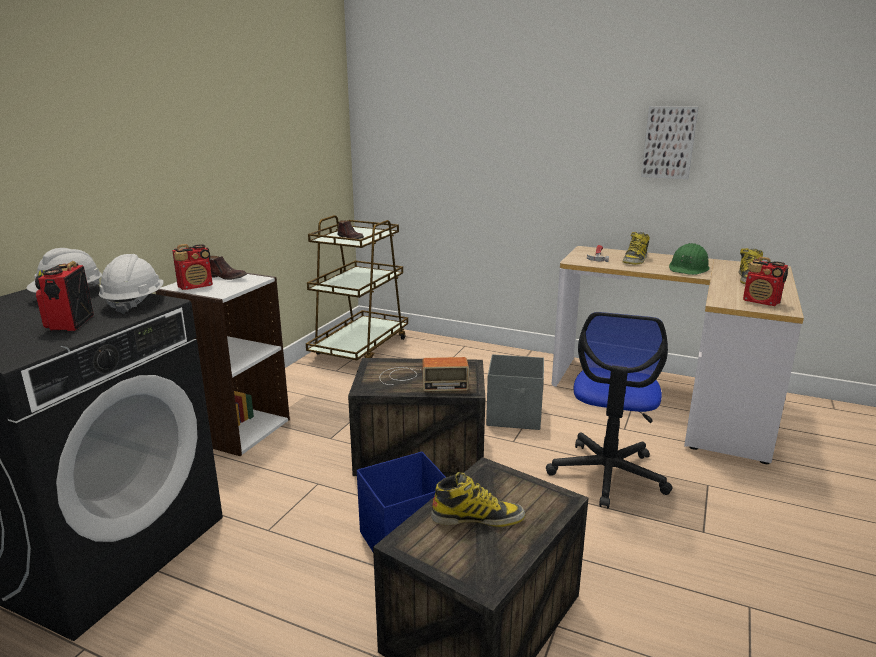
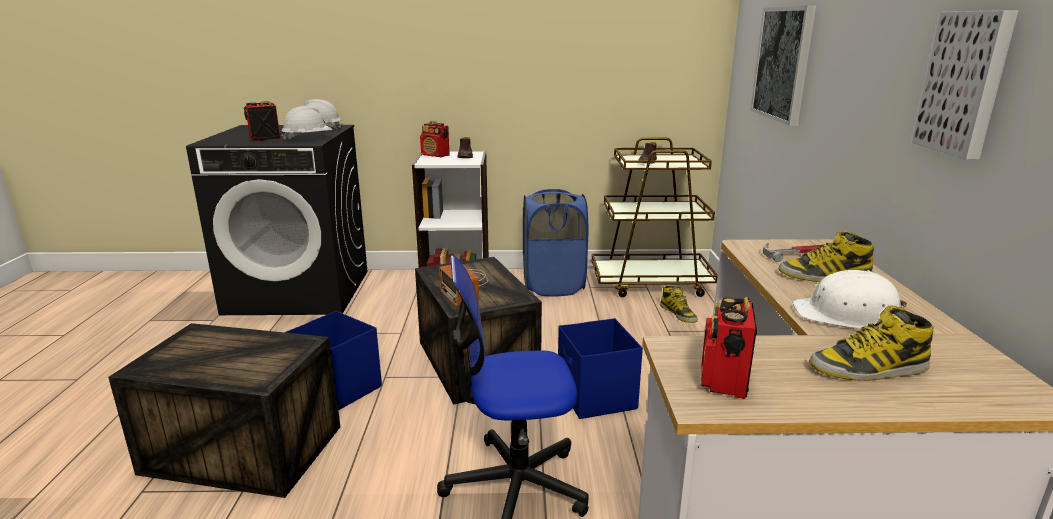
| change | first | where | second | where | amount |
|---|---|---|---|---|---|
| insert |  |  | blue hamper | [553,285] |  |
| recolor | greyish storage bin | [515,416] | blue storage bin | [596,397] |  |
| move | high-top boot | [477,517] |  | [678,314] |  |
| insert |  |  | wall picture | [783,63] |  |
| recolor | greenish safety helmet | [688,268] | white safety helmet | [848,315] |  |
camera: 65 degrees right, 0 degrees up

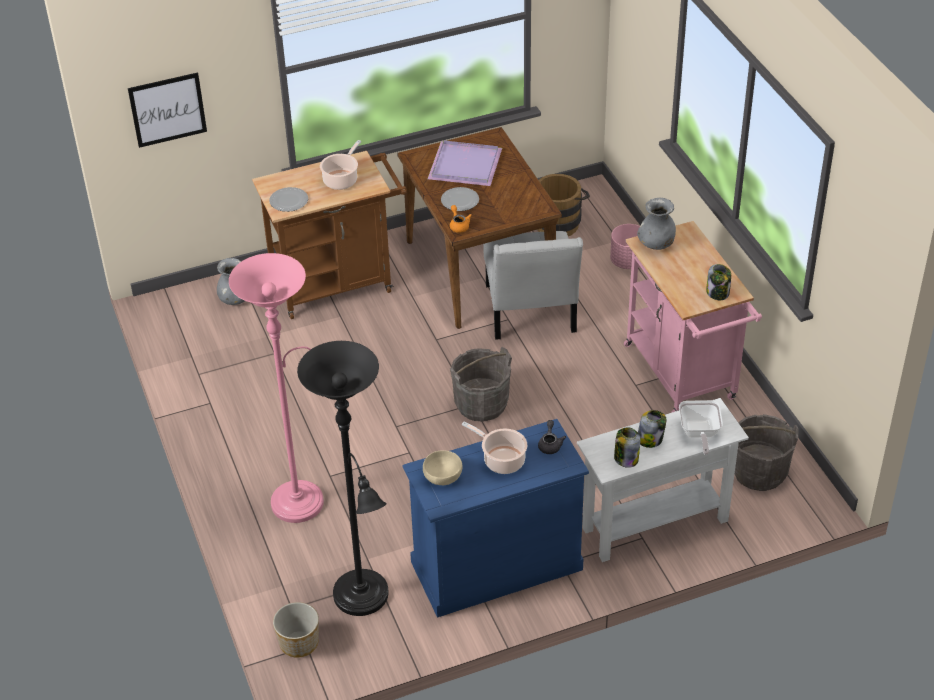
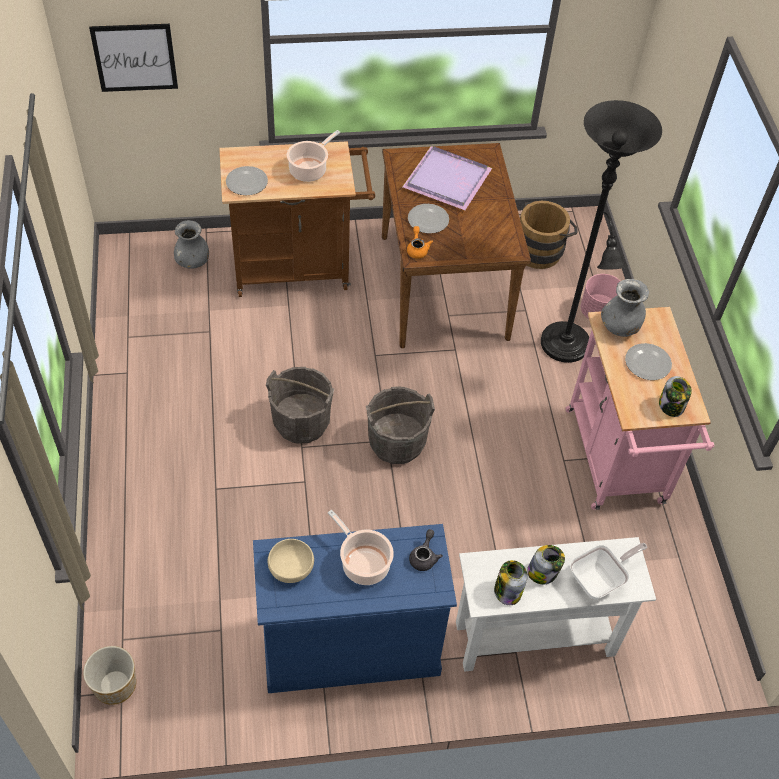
| change | first | where | second | where | amount |
|---|---|---|---|---|---|
| move | greyish bucket | [759,471] |  | [301,422] |  |
| move | black-coloured standing lamp | [364,599] |  | [567,348] |  |
| rotate | frying pan | [699,434] |  | [600,579] | 135 degrees counterclockwise |
| insert |  |  | dinner plate | [648,363] |  |
| delete | pink standing lamp | [304,500] |  |  |  |
| delete | white upright chair | [530,313] |  |  |  |
camera: 10 degrees right, 10 degrees up

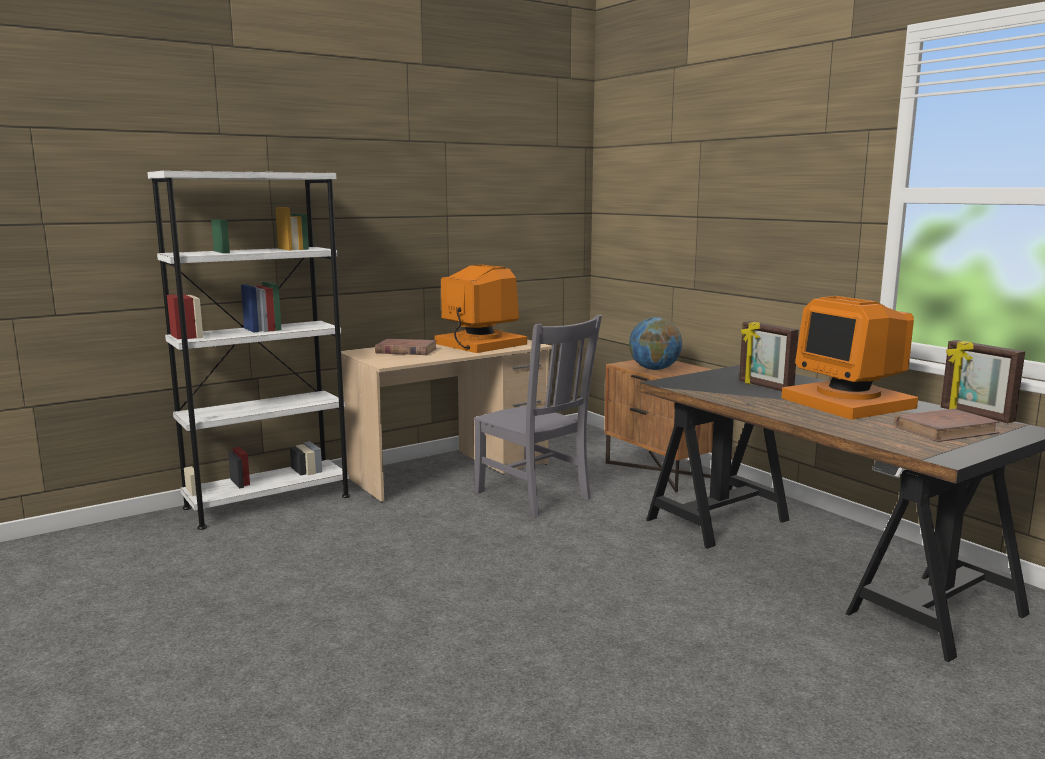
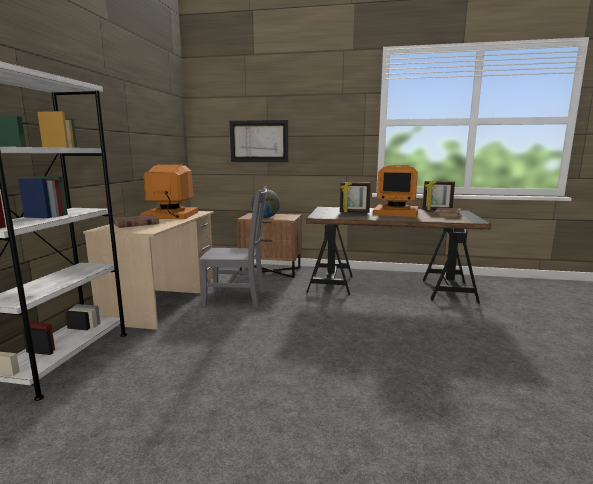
| change | first | where | second | where | amount |
|---|---|---|---|---|---|
| insert |  |  | wall picture | [259,141] |  |
camera: 45 degrees left, 0 degrees up

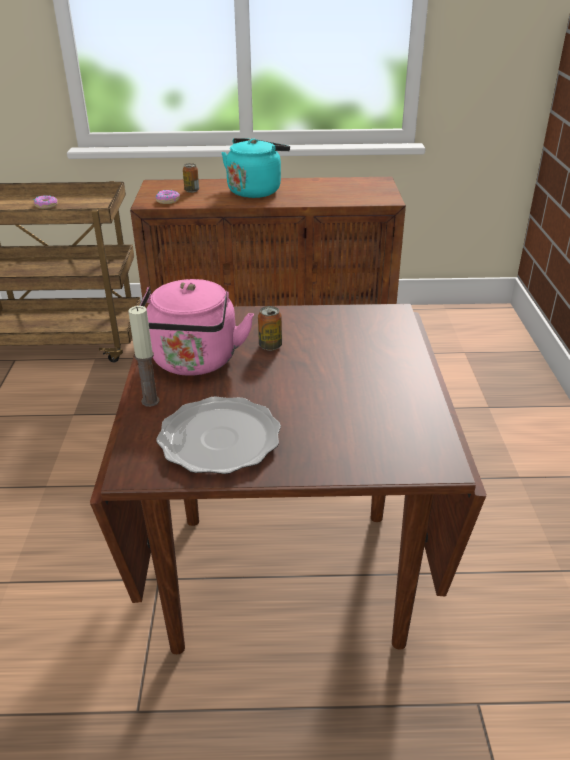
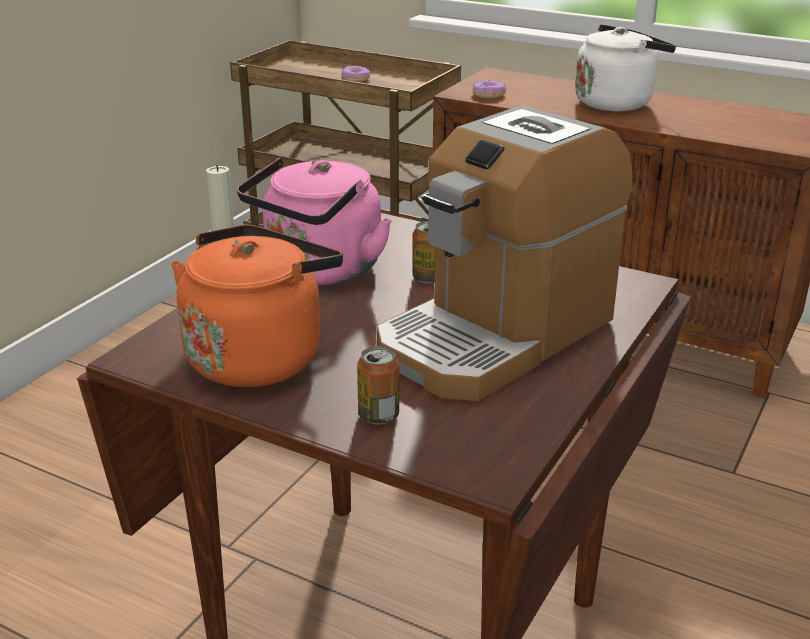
| change | first | where | second | where | amount |
|---|---|---|---|---|---|
| replace | dinner plate | [220,439] | orangey water kettle | [259,356] |  |
| move | can | [191,190] |  | [378,416] |  |
| insert |  |  | coffee maker | [496,335] |  |
| recolor | turquoise-coloured water kettle | [256,190] | white water kettle | [616,102] |  |
camera: 30 degrees right, 5 degrees down

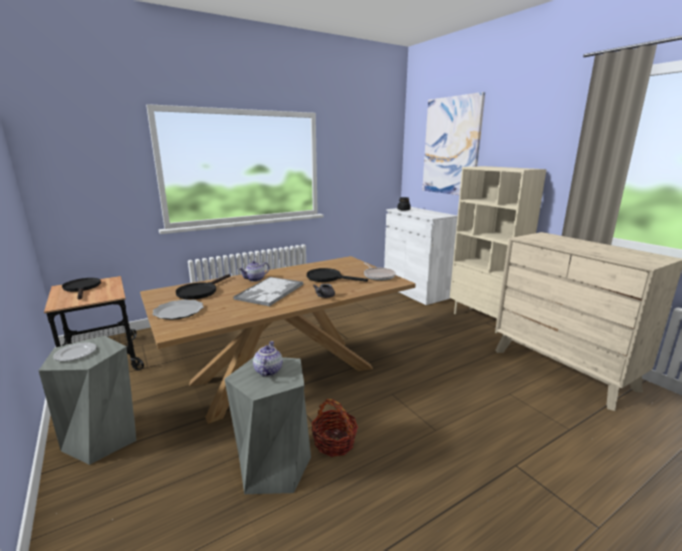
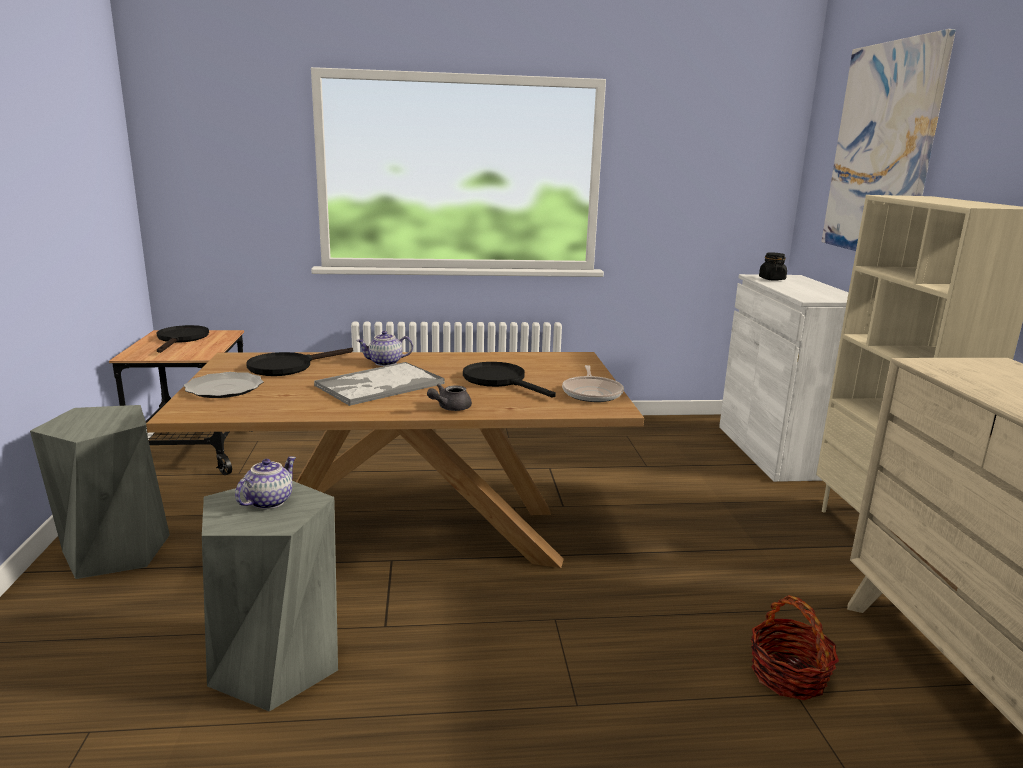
| change | first | where | second | where | amount |
|---|---|---|---|---|---|
| move | storage basket | [334,442] |  | [788,675] |  |
| delete | dinner plate | [75,354] |  |  |  |
camera: 25 degrees right, 0 degrees up

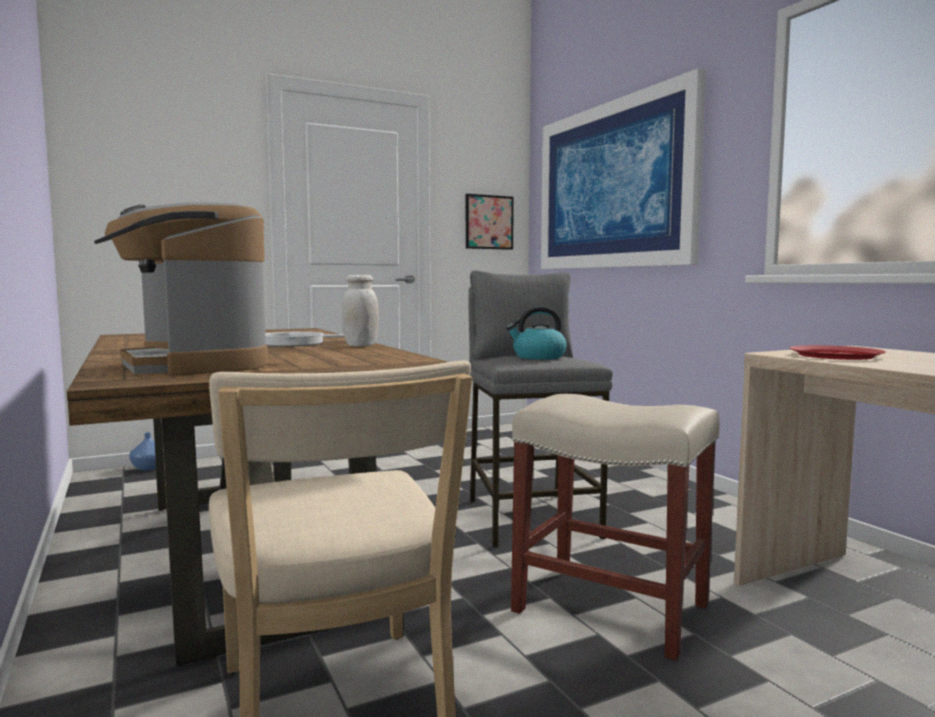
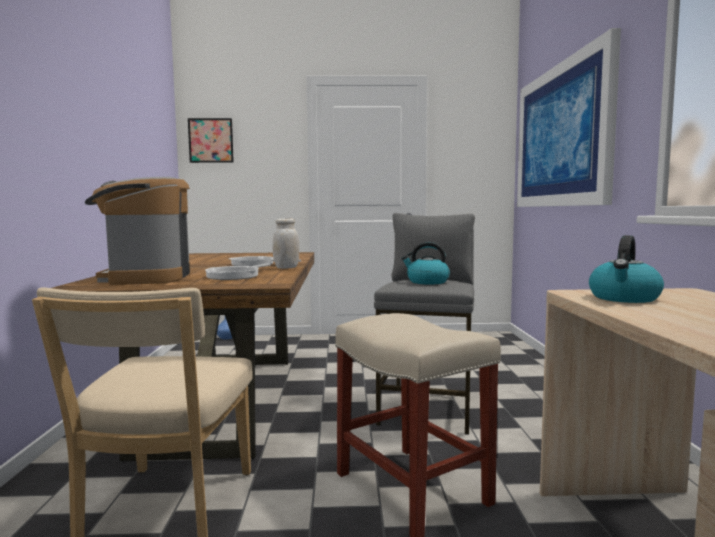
| change | first | where | second | where | amount |
|---|---|---|---|---|---|
| move | wall picture | [489,222] |  | [211,140] |  |
| insert |  |  | frying pan | [235,276] |  |
| replace | red-coloured dinner plate | [835,355] | water kettle | [624,298] |  |
camera: 25 degrees right, 0 degrees up

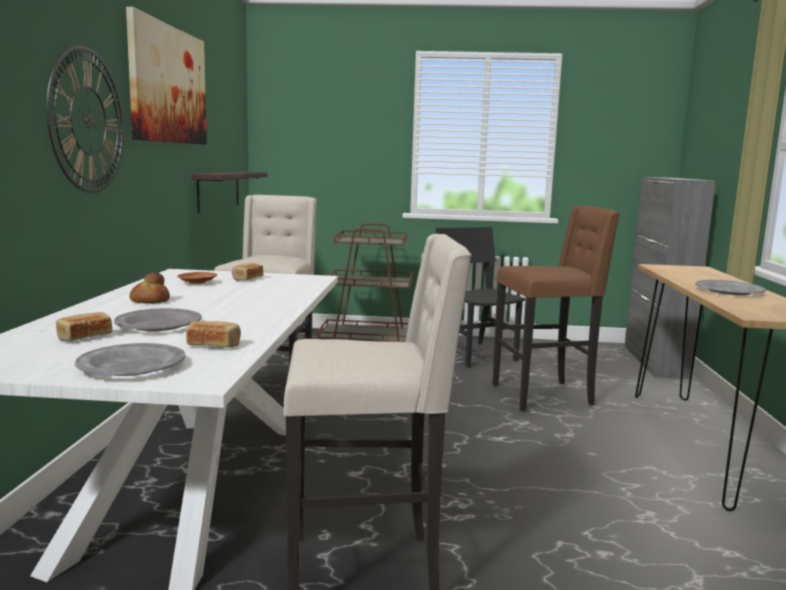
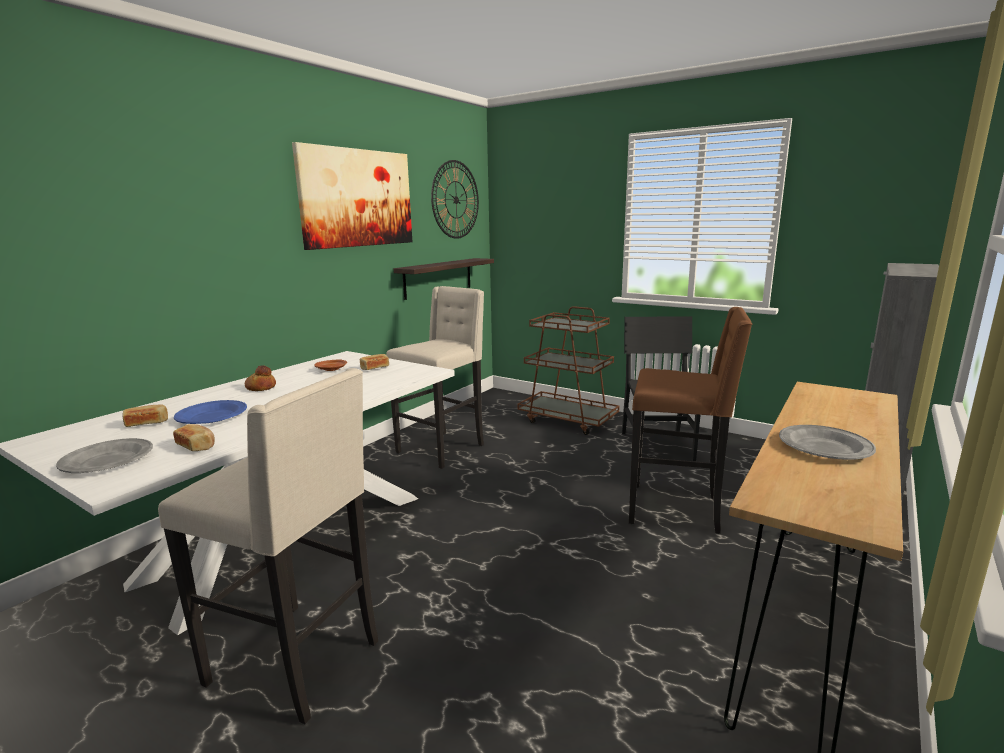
| change | first | where | second | where | amount |
|---|---|---|---|---|---|
| recolor | greyish dinner plate | [159,325] | blue dinner plate | [212,416] |  |
| move | clock on the wall | [88,121] |  | [455,200] |  |
camera: 30 degrees right, 5 degrees up

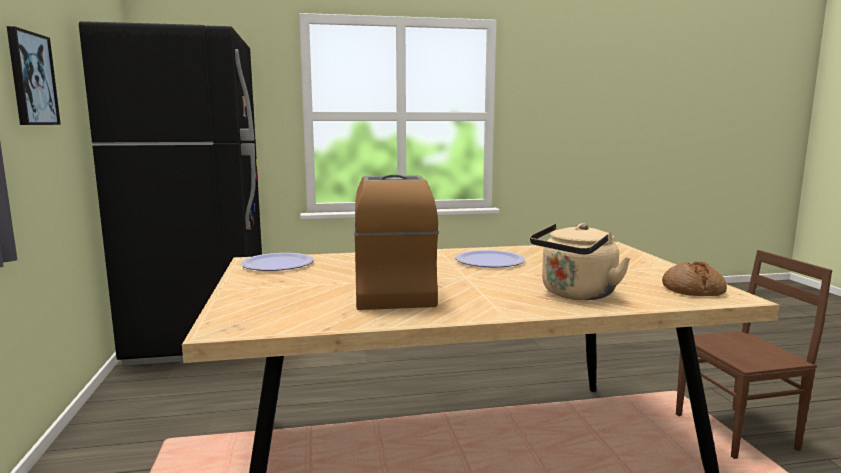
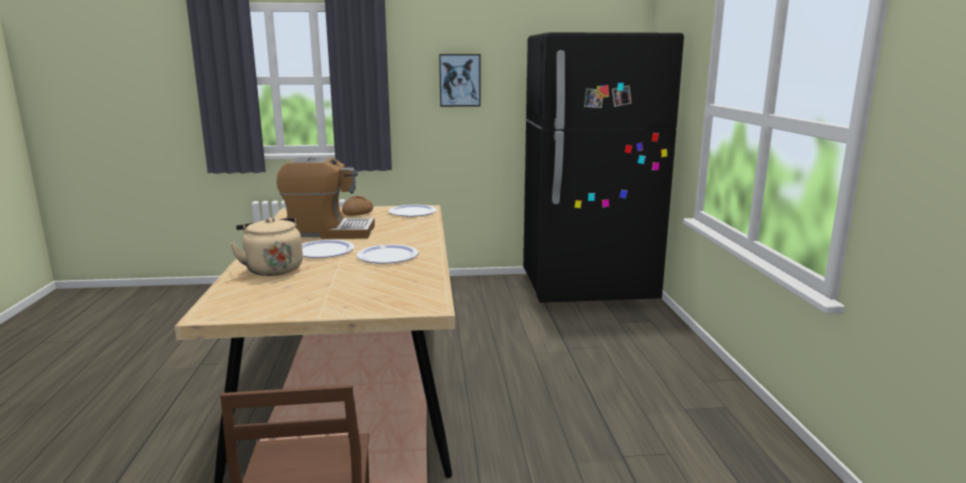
| change | first | where | second | where | amount |
|---|---|---|---|---|---|
| insert |  |  | dinner plate | [324,250] |  |
| move | baked bread | [692,290] |  | [357,212] |  |
camera: 95 degrees right, 5 degrees up

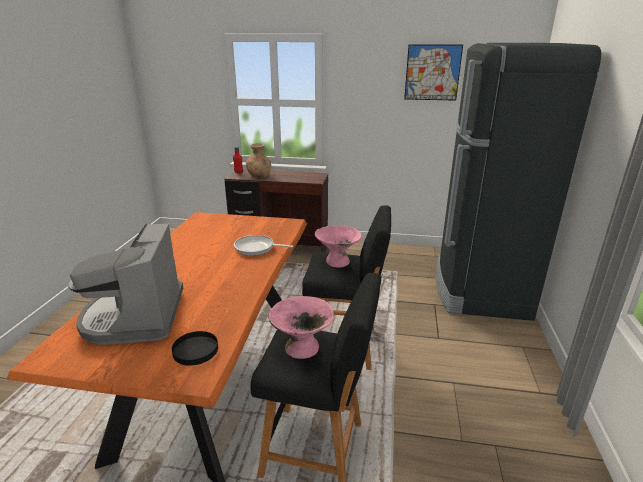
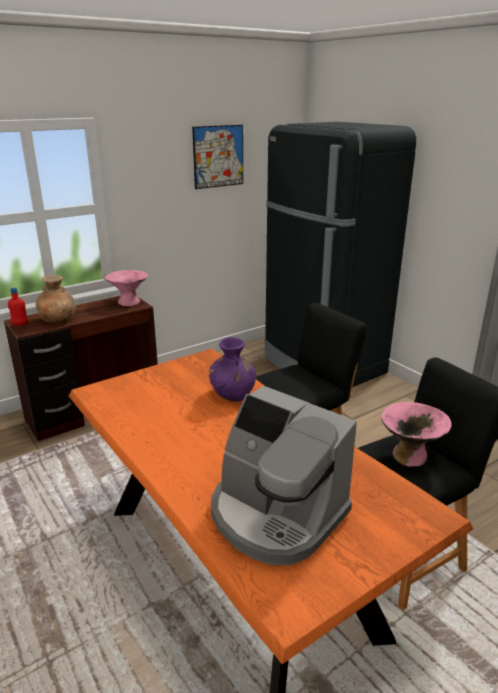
| change | first | where | second | where | amount |
|---|---|---|---|---|---|
| move | pink serving bowl | [337,261] |  | [129,302] |  |
| replace | frying pan | [256,248] | purple decorative vase | [233,394] |  |
| delete | black-coloured dinner plate | [196,350] |  |  |  |
camera: 45 degrees left, 0 degrees up

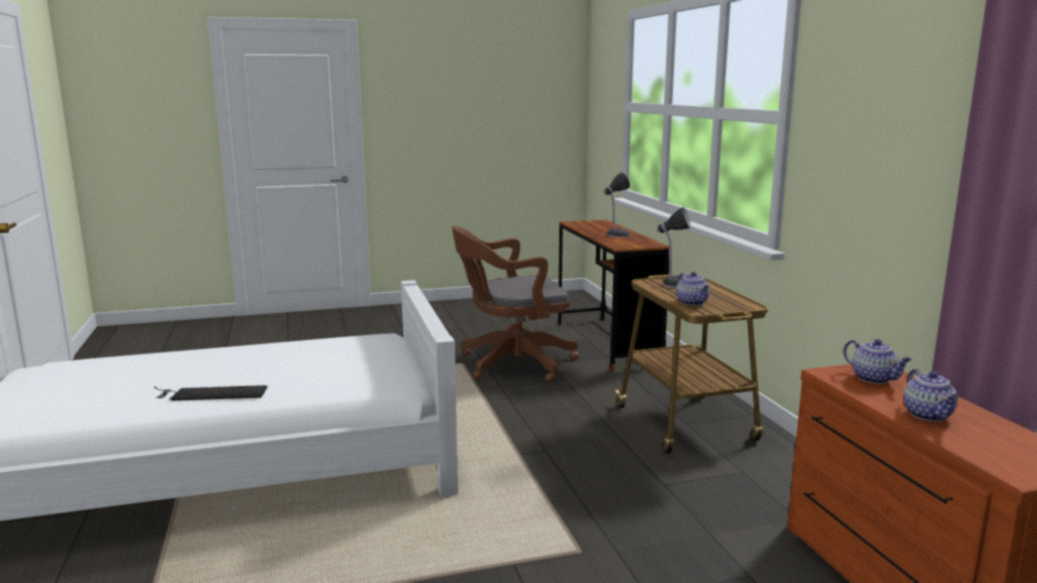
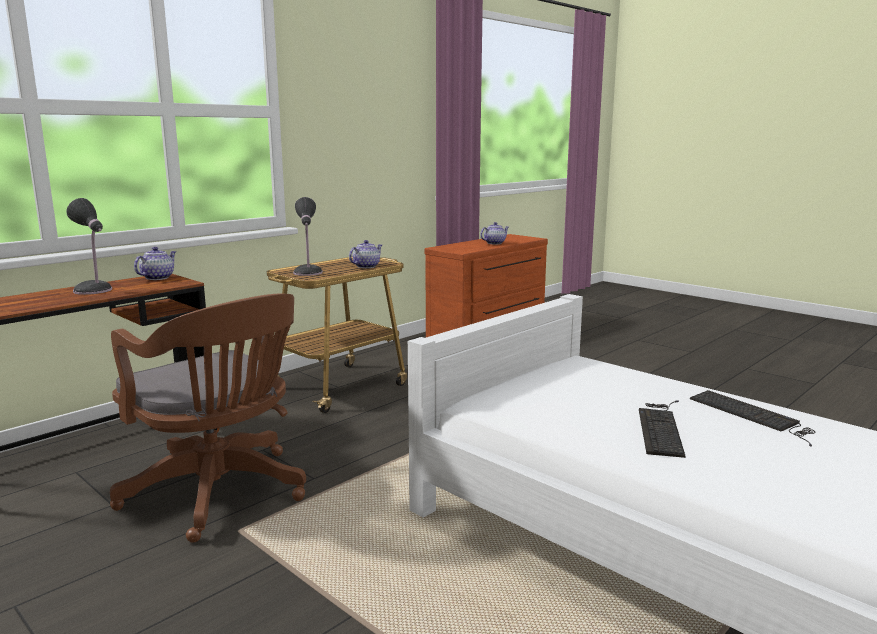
| change | first | where | second | where | amount |
|---|---|---|---|---|---|
| move | teapot | [874,379] |  | [158,278] |  |
| insert |  |  | keyboard | [660,427] |  |
camera: 120 degrees left, 0 degrees up

